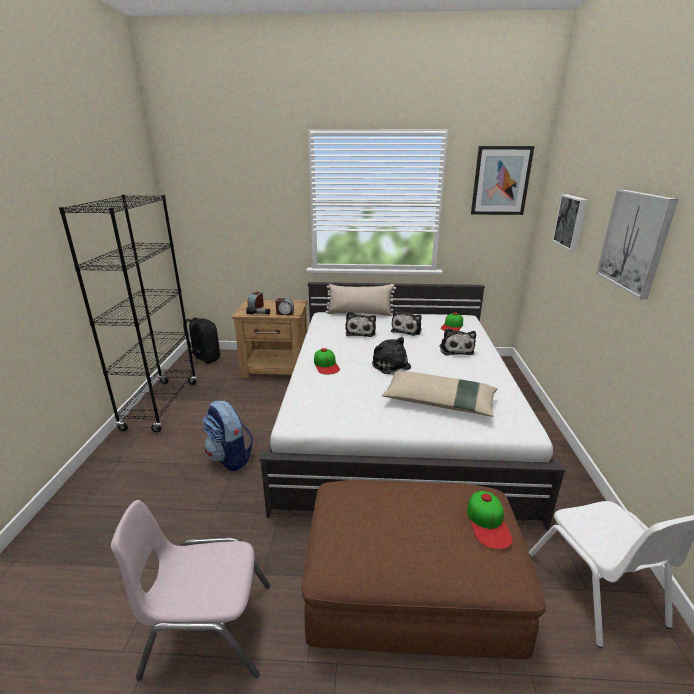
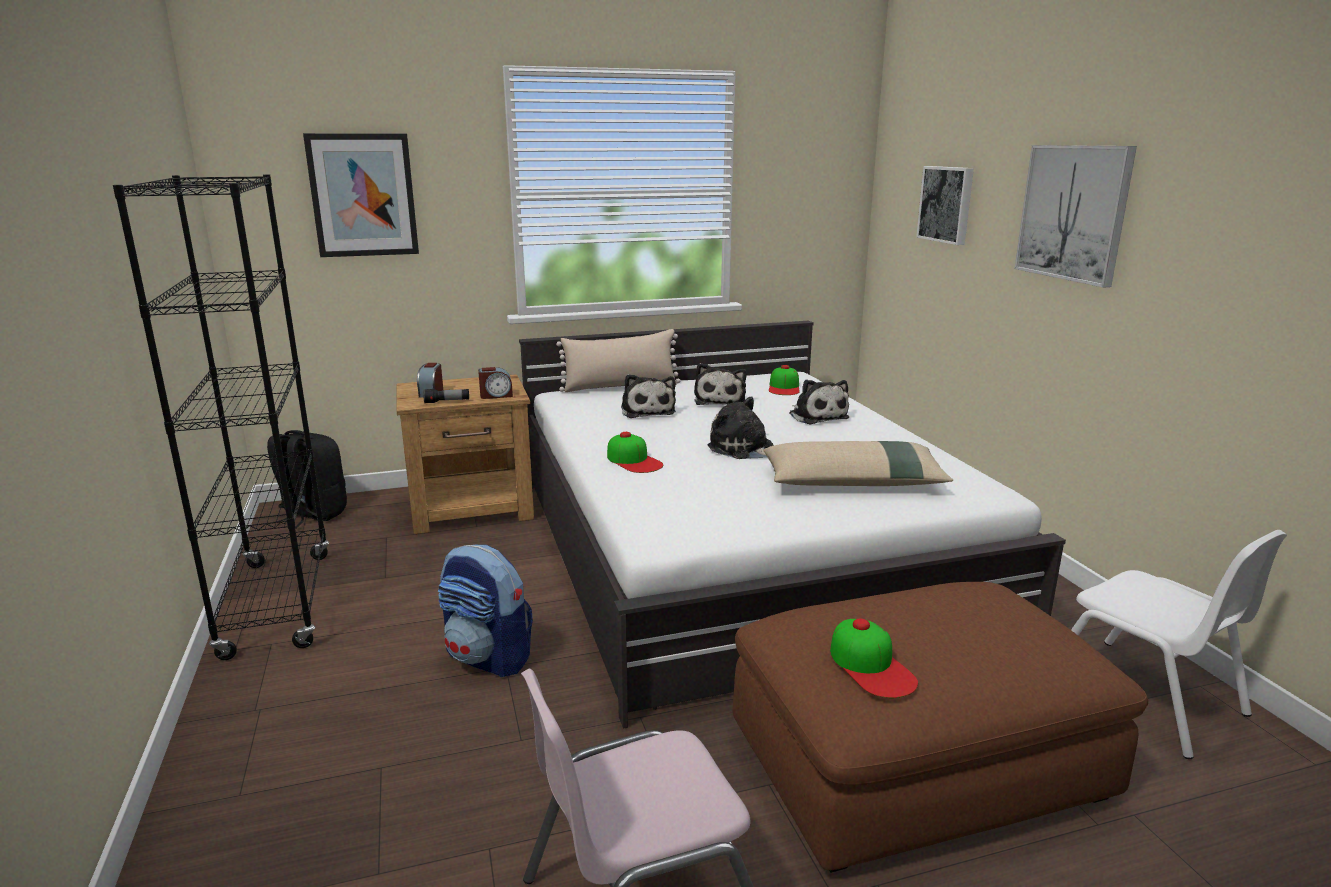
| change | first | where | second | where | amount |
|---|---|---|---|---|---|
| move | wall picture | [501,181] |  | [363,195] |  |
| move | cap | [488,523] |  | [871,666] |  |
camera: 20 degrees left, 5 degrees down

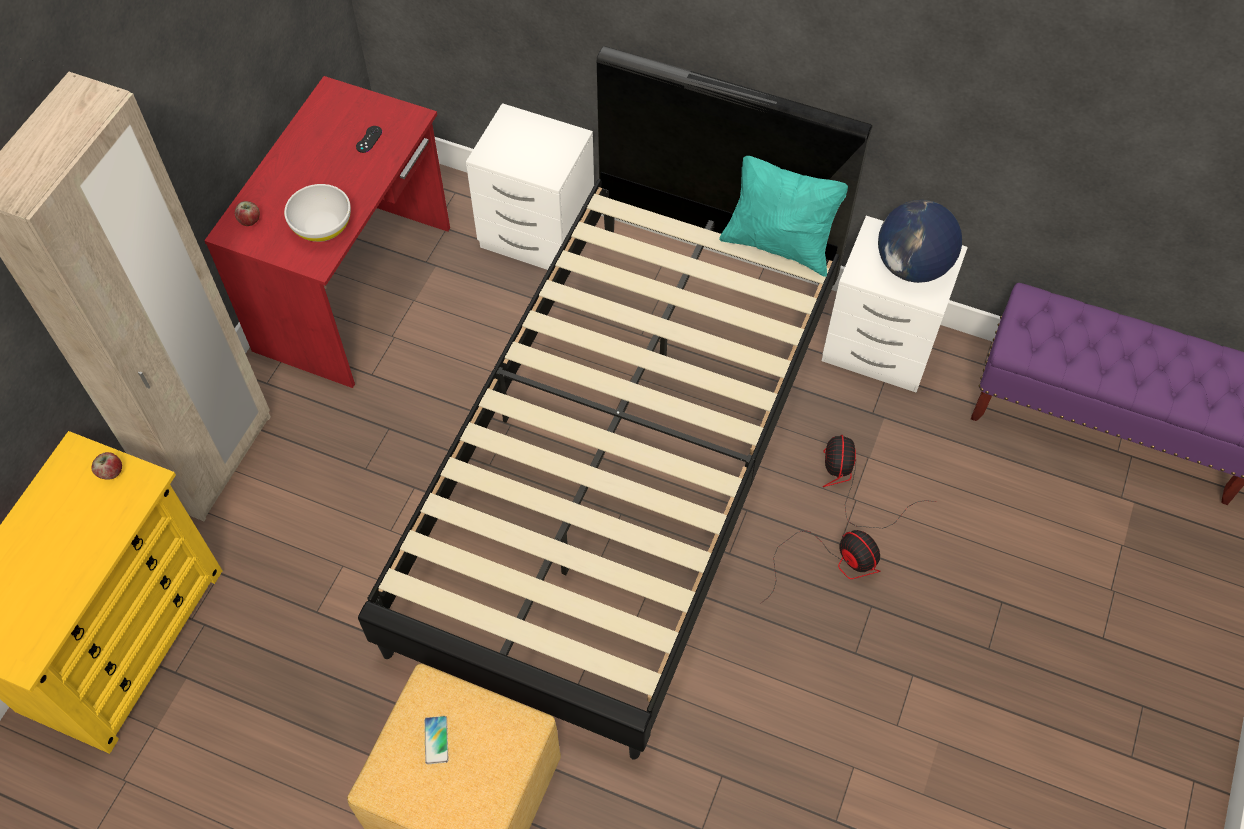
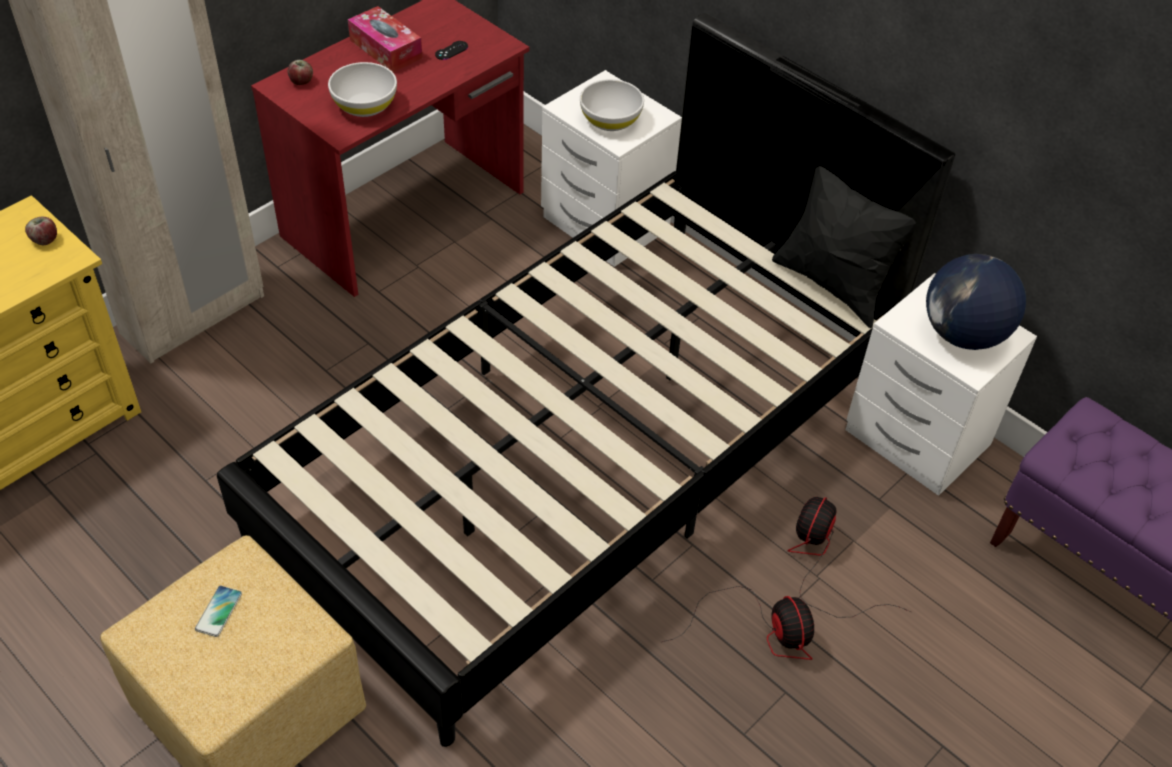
| change | first | where | second | where | amount |
|---|---|---|---|---|---|
| insert |  |  | box of tissues | [386,49] |  |
| insert |  |  | white serving bowl | [610,120] |  |
| recolor | turquoise-coloured throw pillow | [779,245] | black-coloured throw pillow | [834,284] |  |
camera: 20 degrees right, 10 degrees down

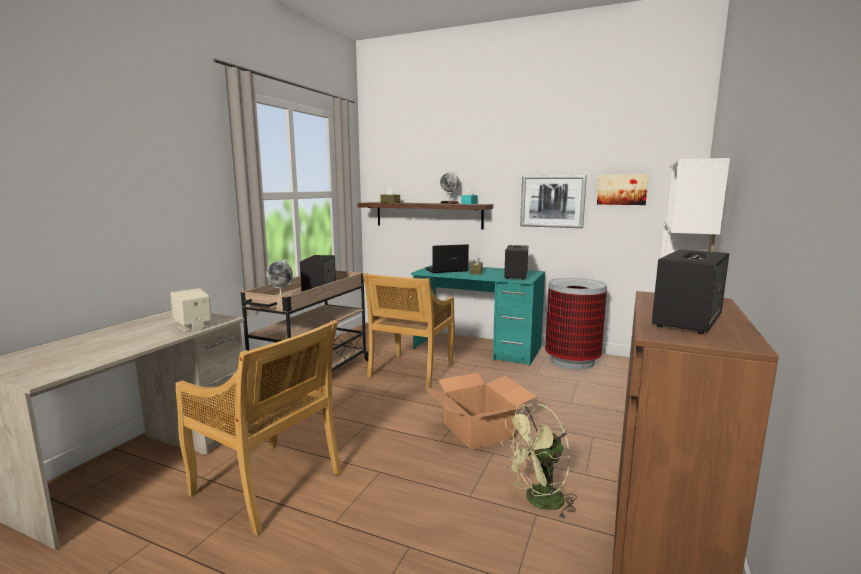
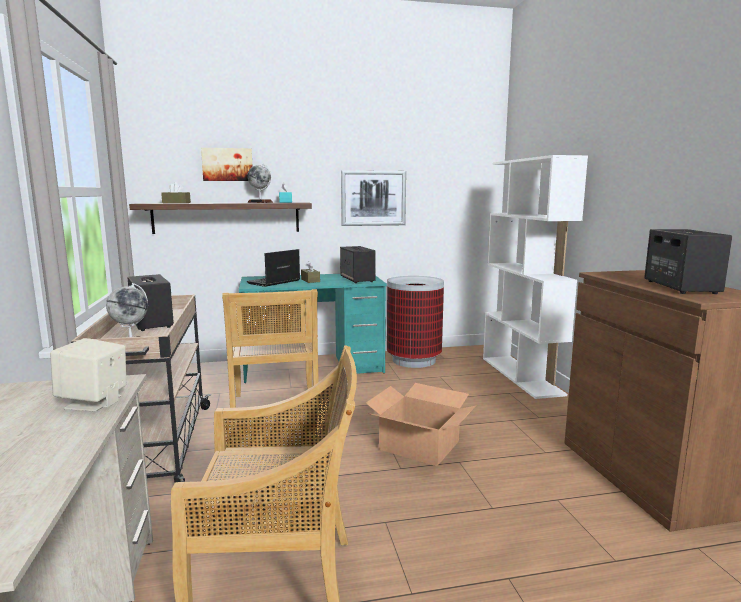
| change | first | where | second | where | amount |
|---|---|---|---|---|---|
| move | wall picture | [622,189] |  | [227,164] |  |
| delete | greenish cooling fan | [538,502] |  |  |  |
camera: 35 degrees left, 0 degrees up

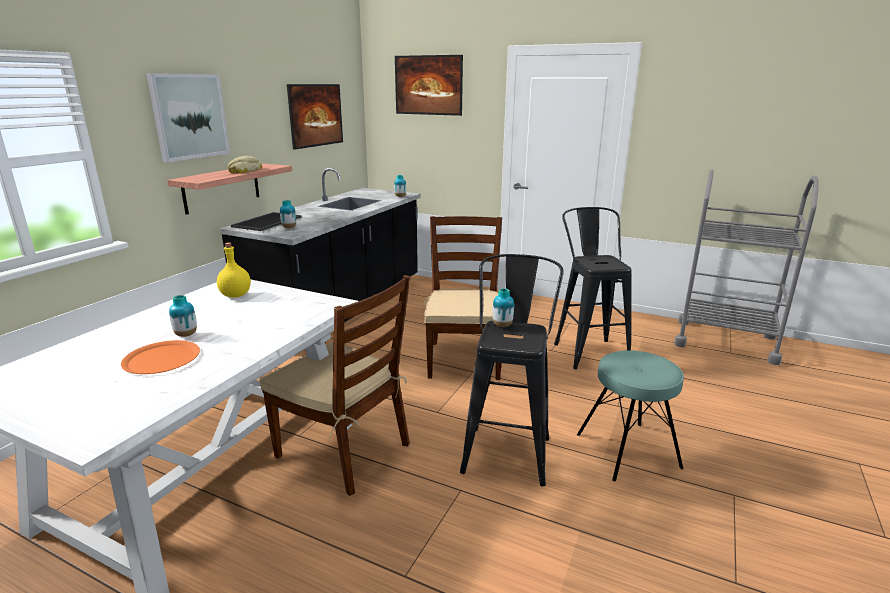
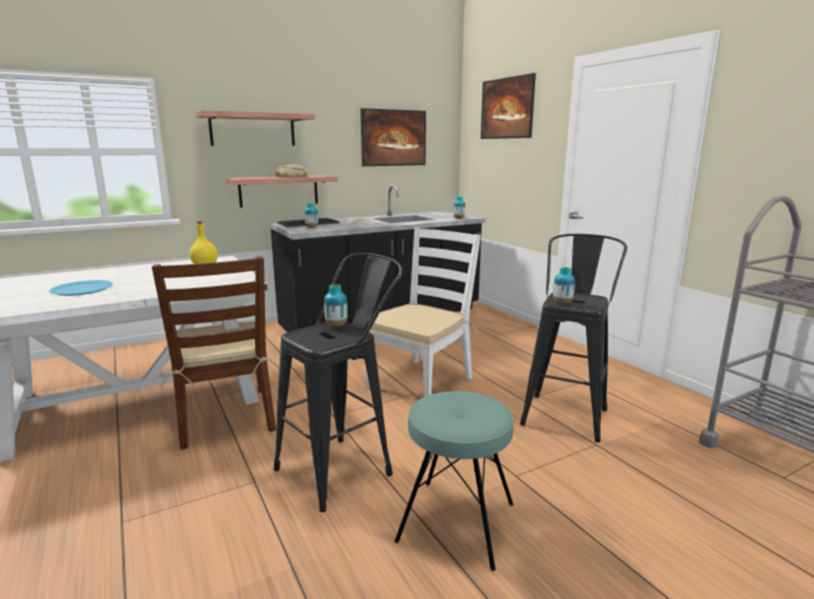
| change | first | where | second | where | amount |
|---|---|---|---|---|---|
| recolor | orangey dinner plate | [161,359] | blue dinner plate | [82,289] |  |
| replace | wall picture | [189,116] | bracket shelf | [253,130] |  |
| recolor | brown-coloured upright chair | [463,359] | white upright chair | [421,382] |  |
| move | decorative vase | [186,335] |  | [562,303] |  |
camera: 35 degrees right, 5 degrees down

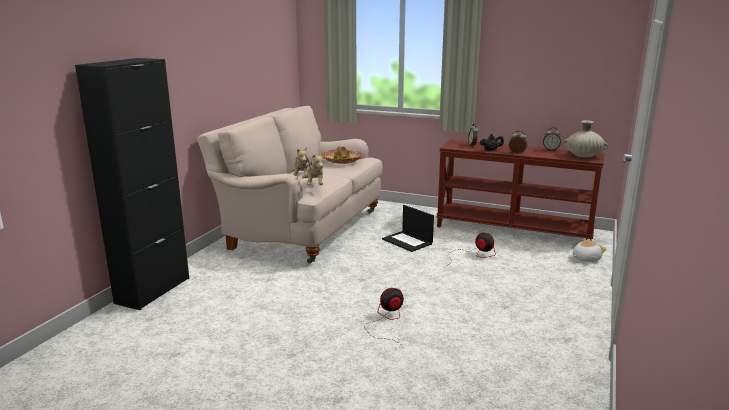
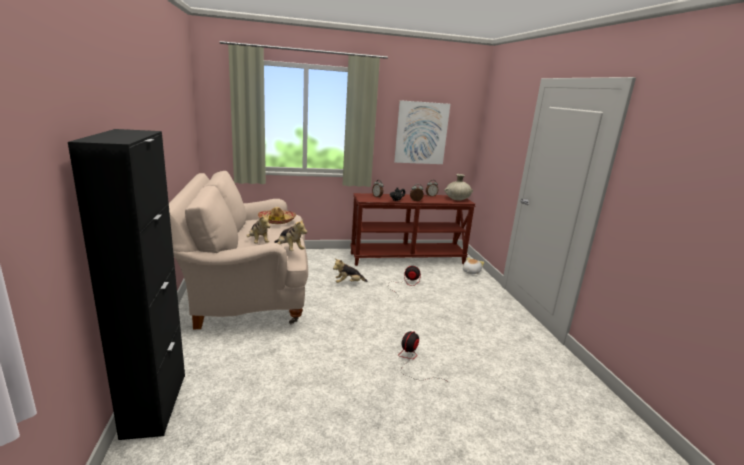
| change | first | where | second | where | amount |
|---|---|---|---|---|---|
| replace | portable computer | [408,241] | cuddly toy | [348,283] |  |
| insert |  |  | wall picture | [421,133] |  |
camera: 35 degrees left, 0 degrees up

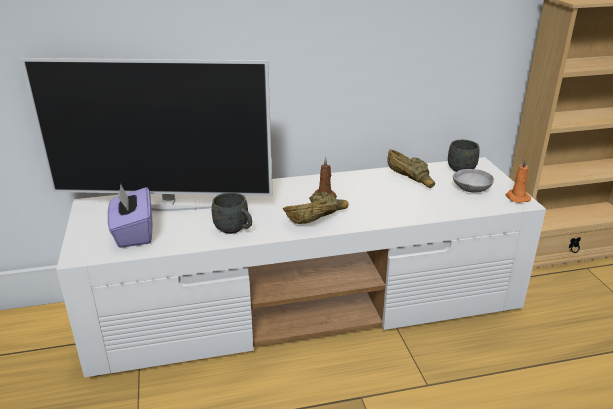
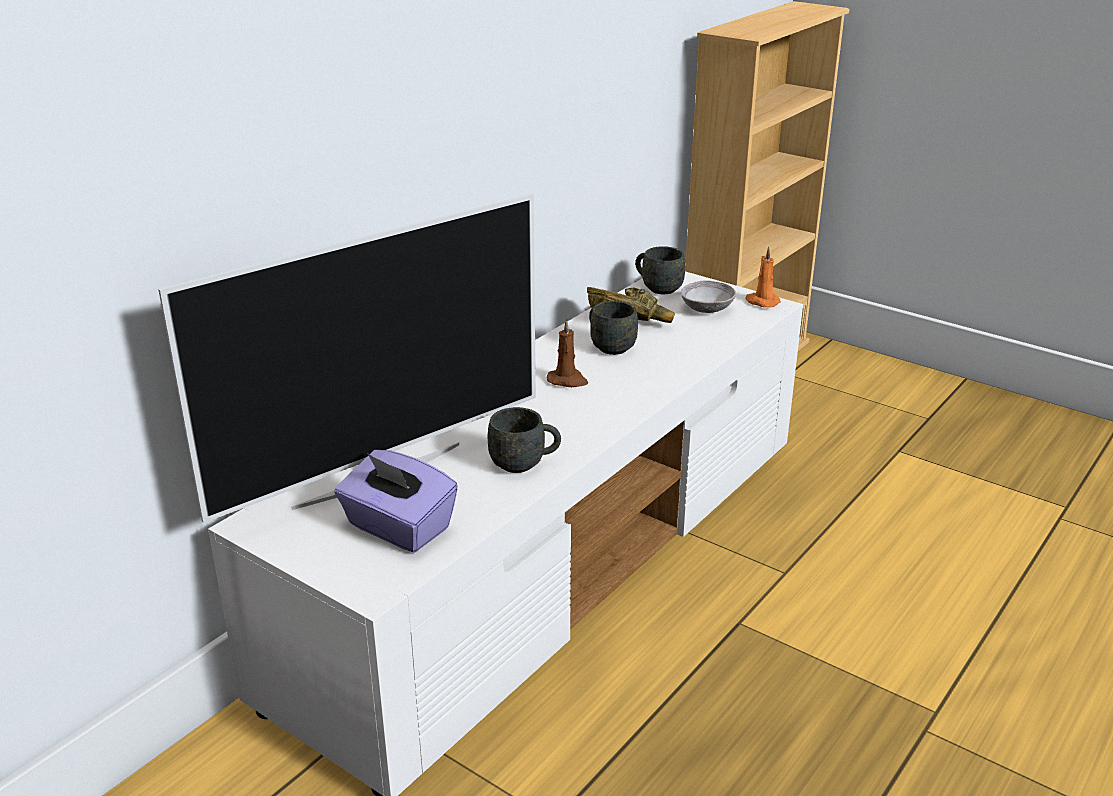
| change | first | where | second | where | amount |
|---|---|---|---|---|---|
| insert |  |  | greyish tea mug | [609,346] |  |
| delete | brown-coloured serving bowl | [316,219] |  |  |  |
camera: 40 degrees left, 0 degrees up

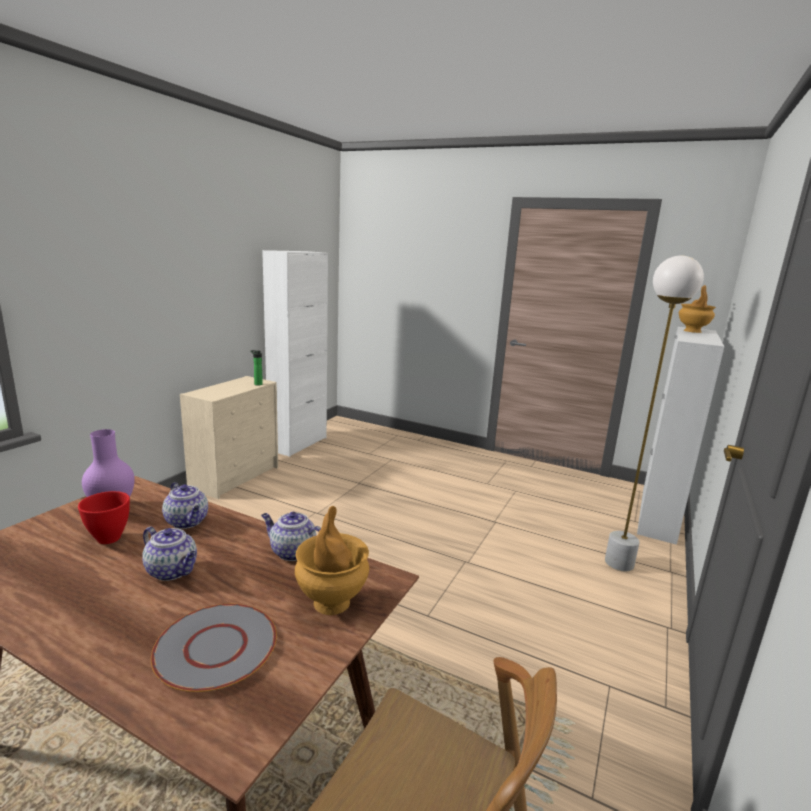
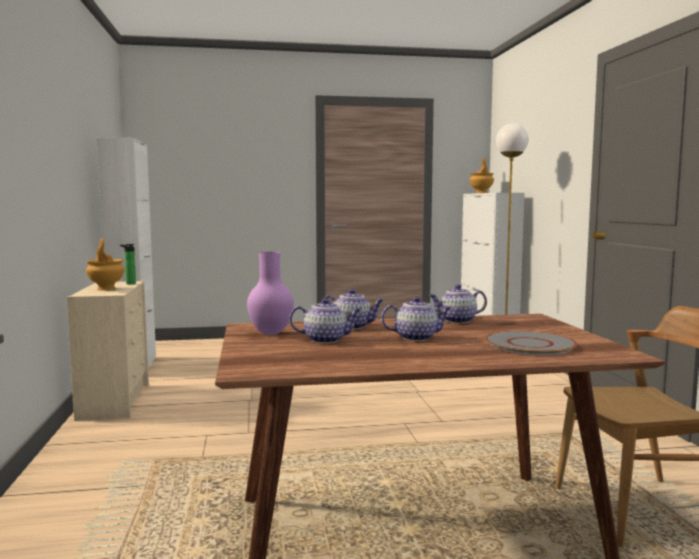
| change | first | where | second | where | amount |
|---|---|---|---|---|---|
| move | brown-coloured decorative vase | [331,602] |  | [106,289] |  |
| replace | red-coloured serving bowl | [110,538] | teapot | [326,340] |  |
camera: 35 degrees left, 10 degrees down

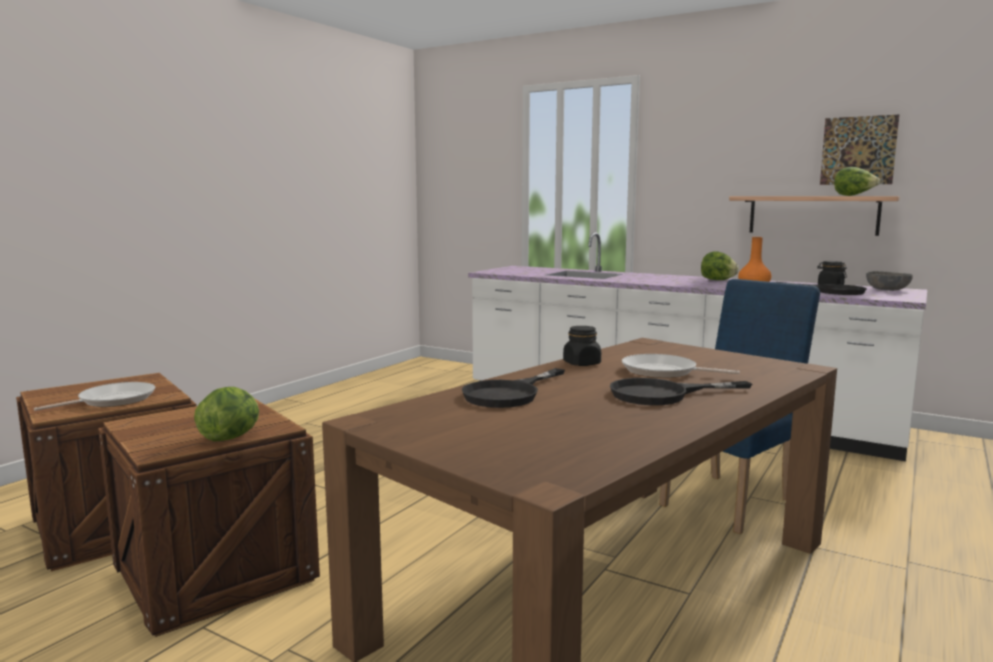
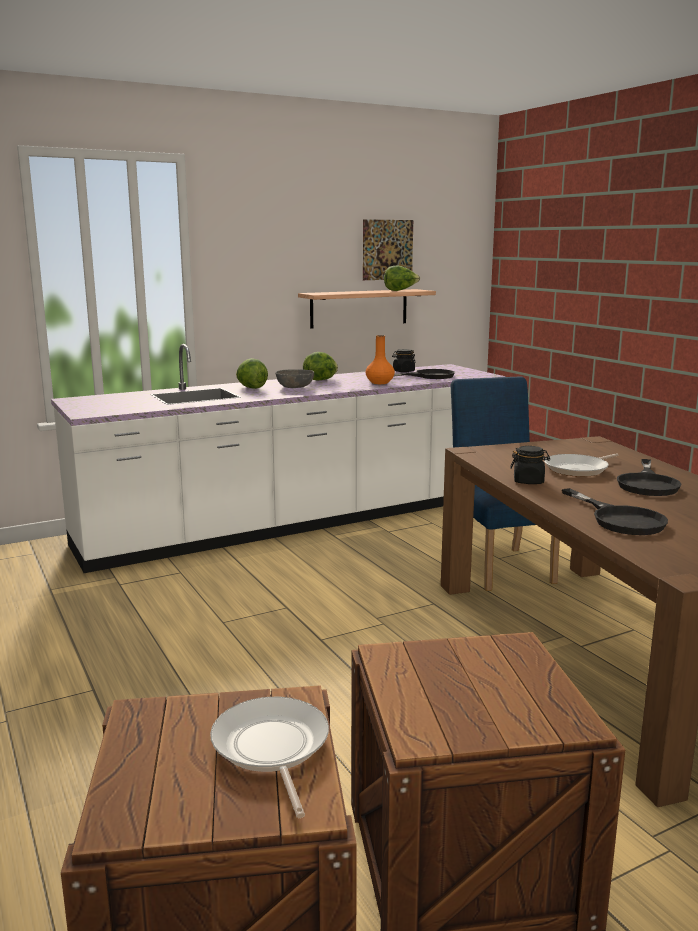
| change | first | where | second | where | amount |
|---|---|---|---|---|---|
| move | lettuce | [231,437] |  | [251,388] |  |
| move | greyish serving bowl | [887,290] |  | [295,387] |  |
camera: 60 degrees left, 5 degrees up

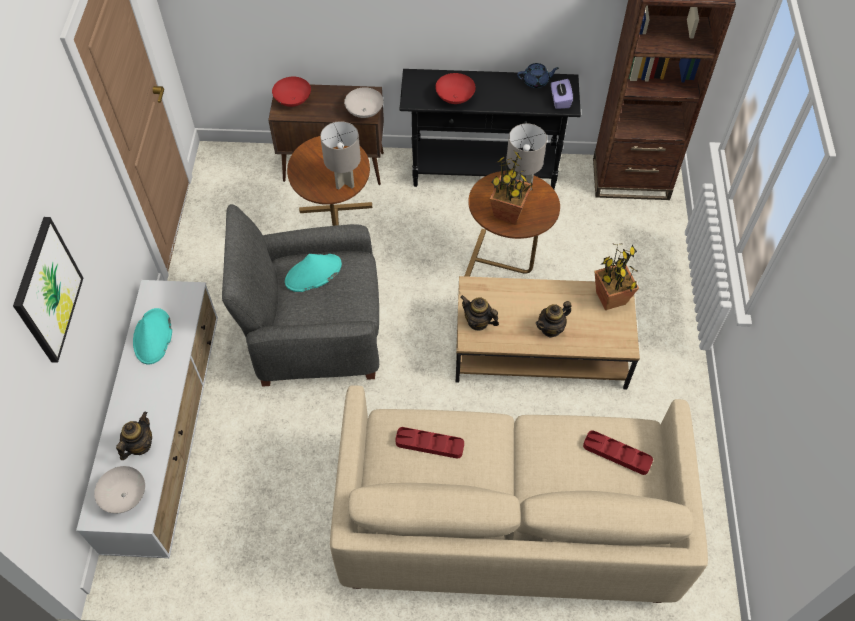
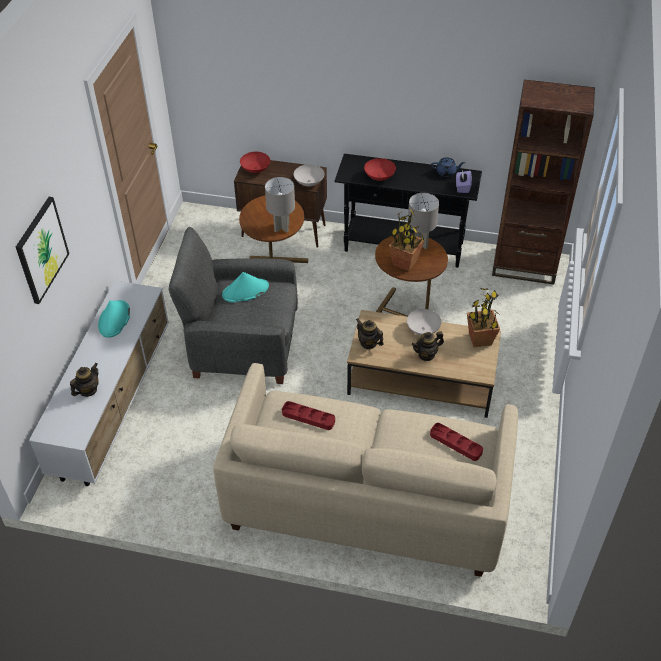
| change | first | where | second | where | amount |
|---|---|---|---|---|---|
| move | white serving bowl | [125,496] |  | [423,330] |  |
camera: 10 degrees right, 10 degrees down

